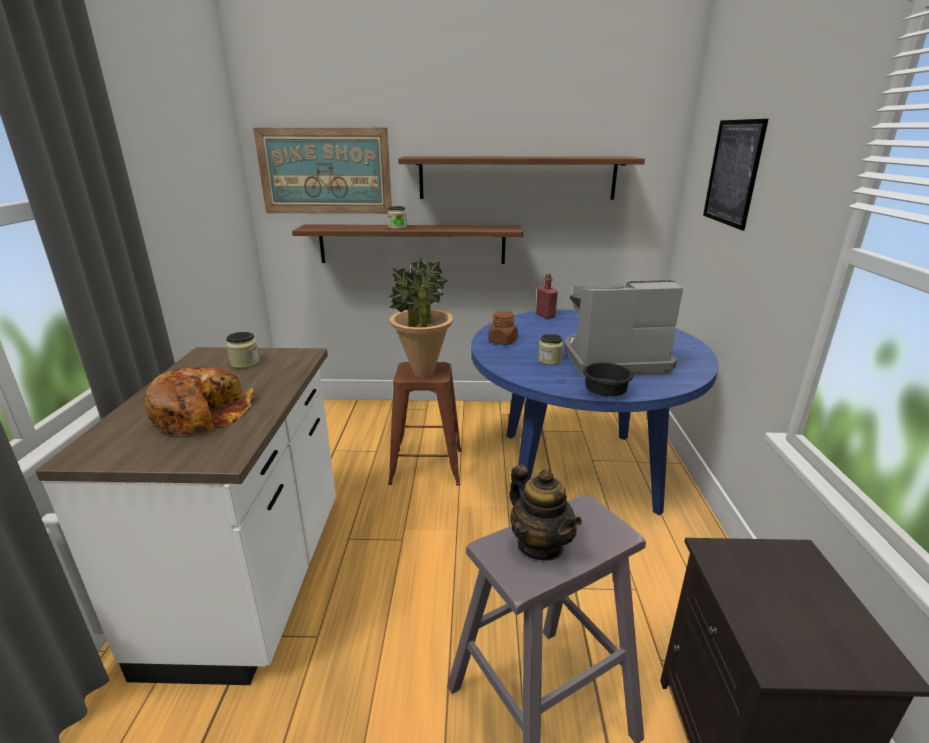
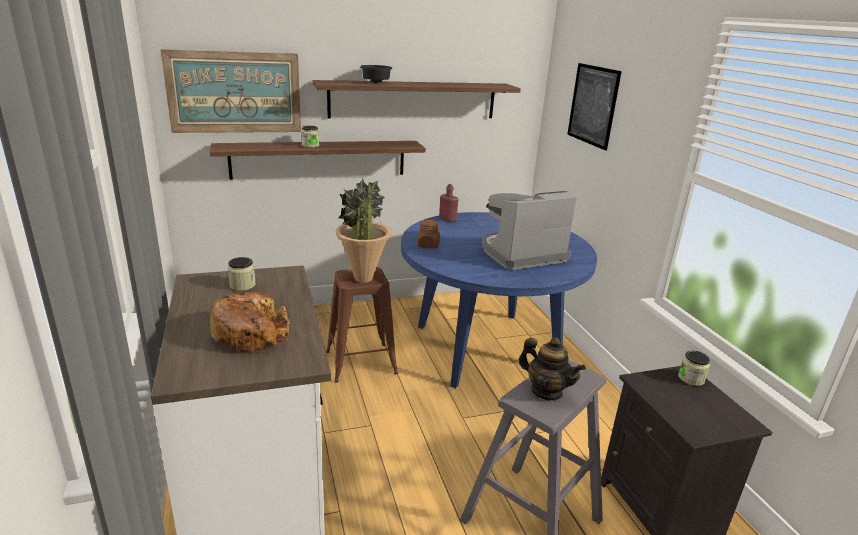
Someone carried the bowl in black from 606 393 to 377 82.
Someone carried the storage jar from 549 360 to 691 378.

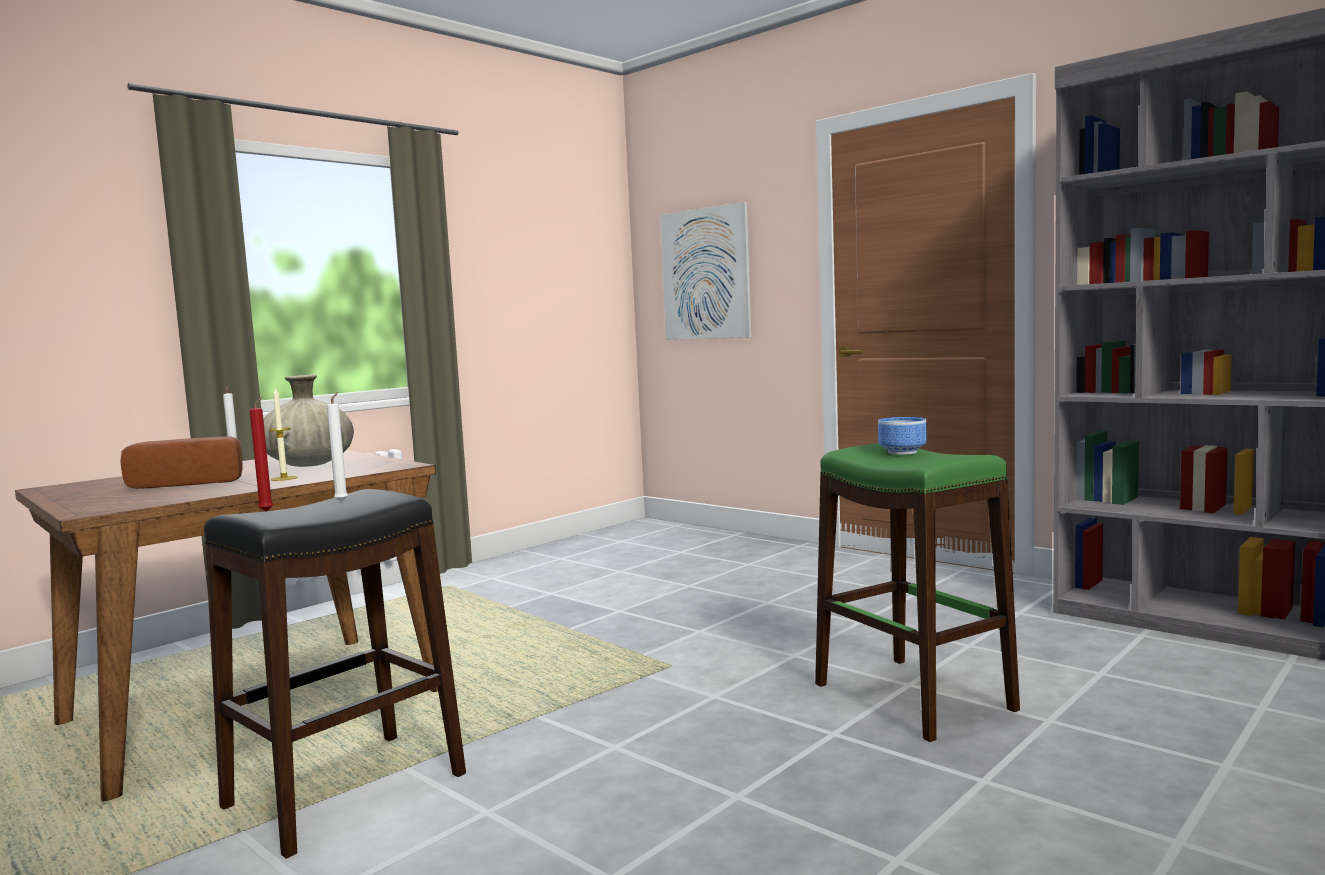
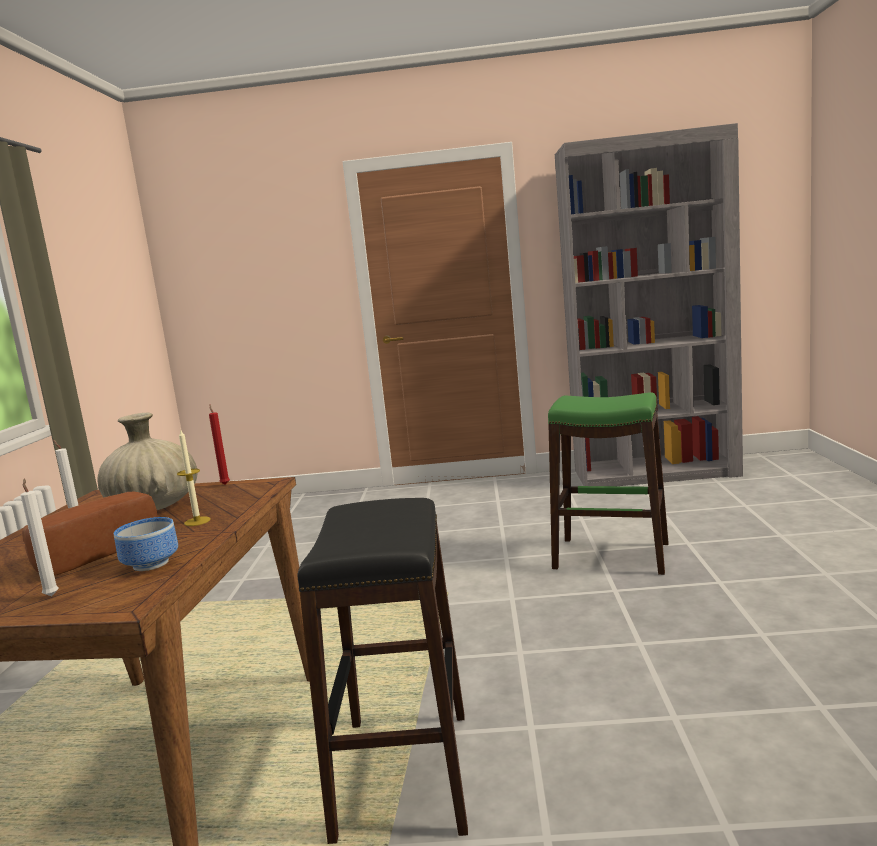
Someone carried the wax light in white-coloured from 342 501 to 51 595.
Someone carried the bowl from 904 452 to 153 563.
Someone carried the wax light in reddish from 268 511 to 225 484.
Someone took away the wall art at 705 274.

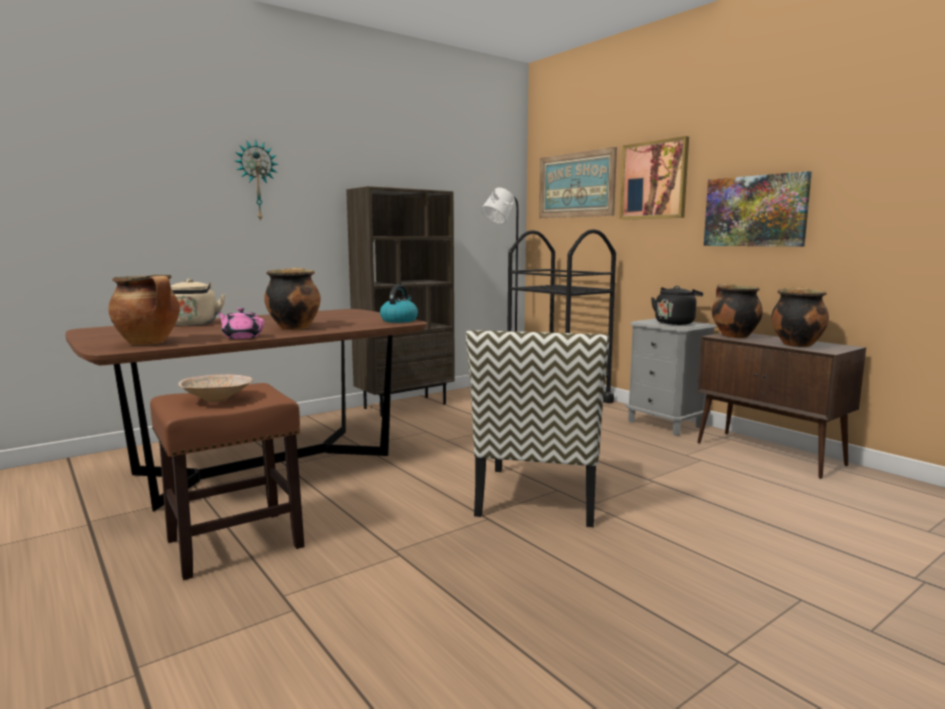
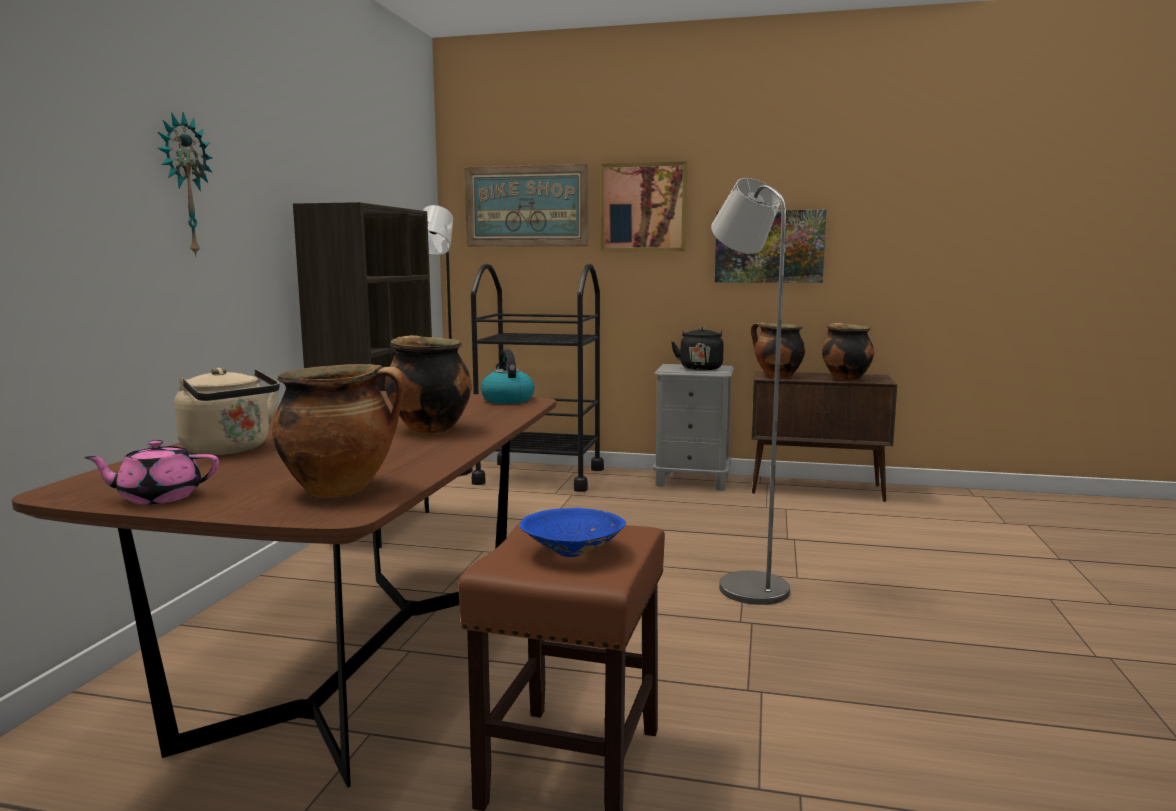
Someone carried the tea pot in pink from 242 337 to 158 497.
Someone repainted the bowl in sand-coloured at 218 400, which became the bowl in blue at 573 551.
Someone swapped the chair at 539 496 for the standard lamp in grey at 745 584.

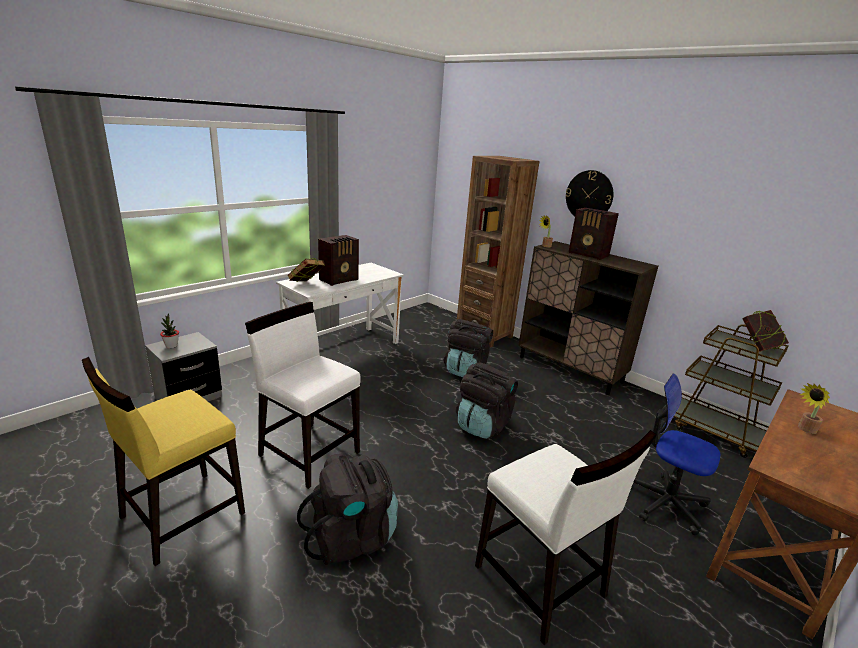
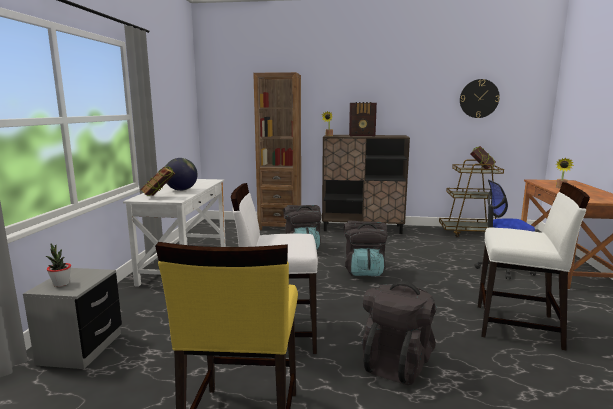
Someone swapped the radio receiver at 340 280 for the desk globe at 181 190.
Someone carried the wall clock from 589 195 to 479 98.

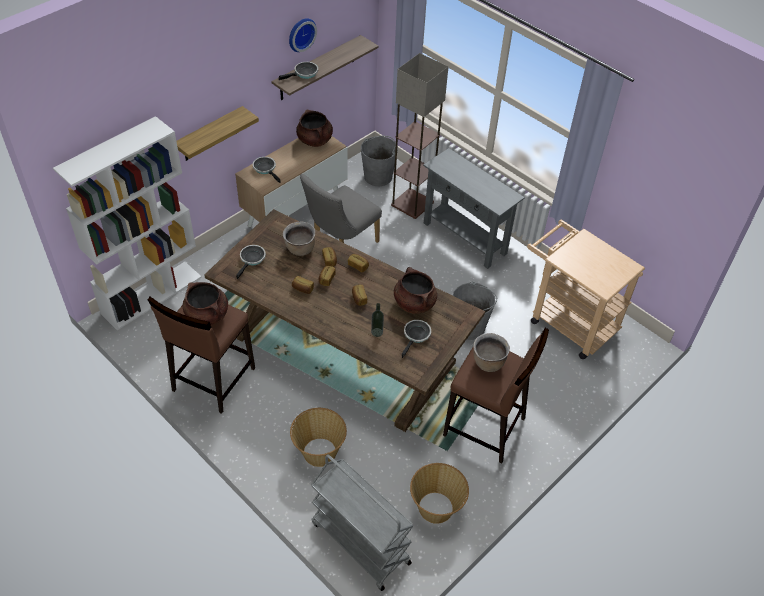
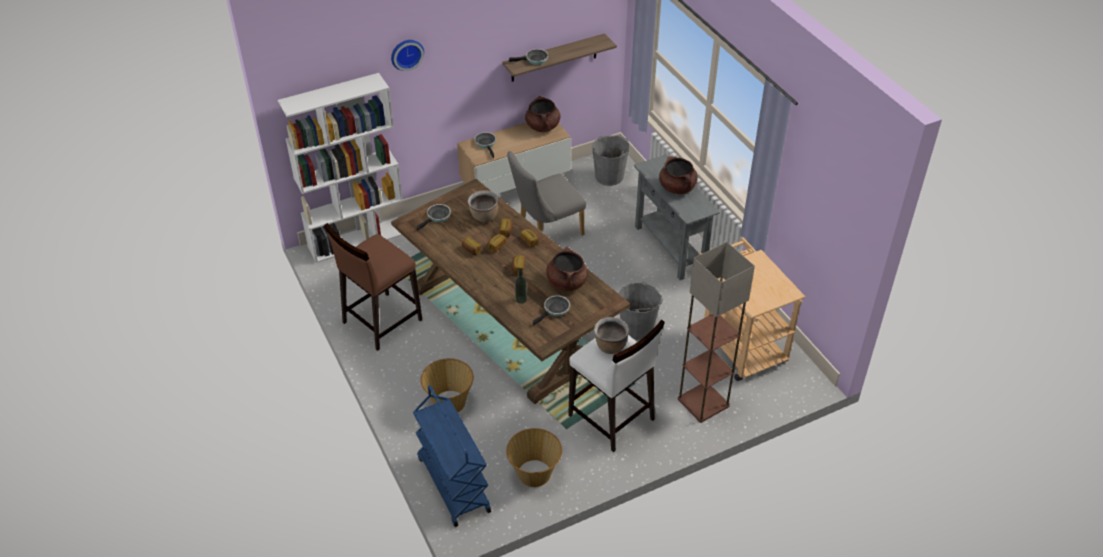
Someone carried the wall clock from 300 34 to 406 53.
Someone repainted the trolley in grey at 359 542, which became the trolley in blue at 453 484.
Someone repainted the sitting stool in brownish at 485 428, which became the sitting stool in white-coloured at 611 418.
Someone carried the stockpot in brownish from 207 315 to 677 188.
Someone carried the standard lamp from 412 204 to 703 403.
Someone took away the bracket shelf at 210 135.

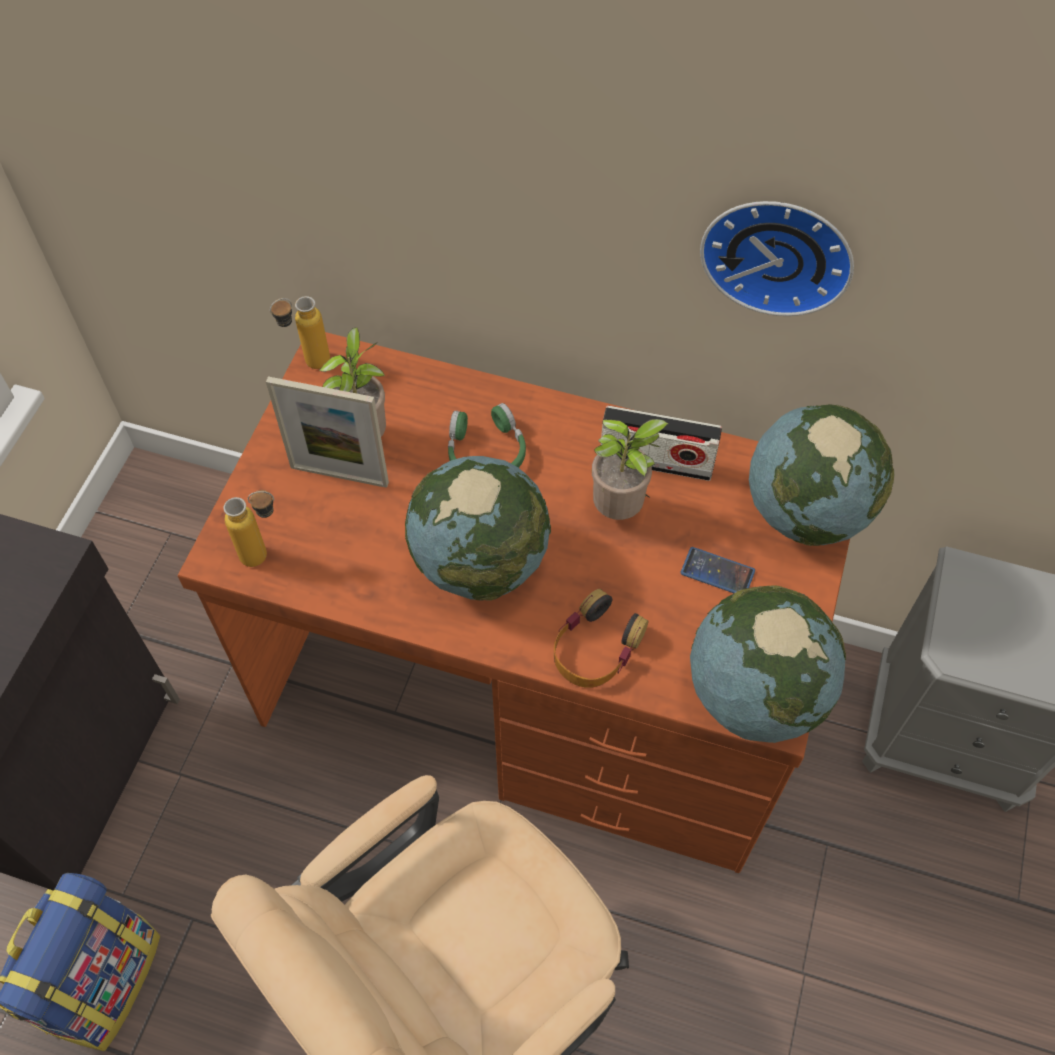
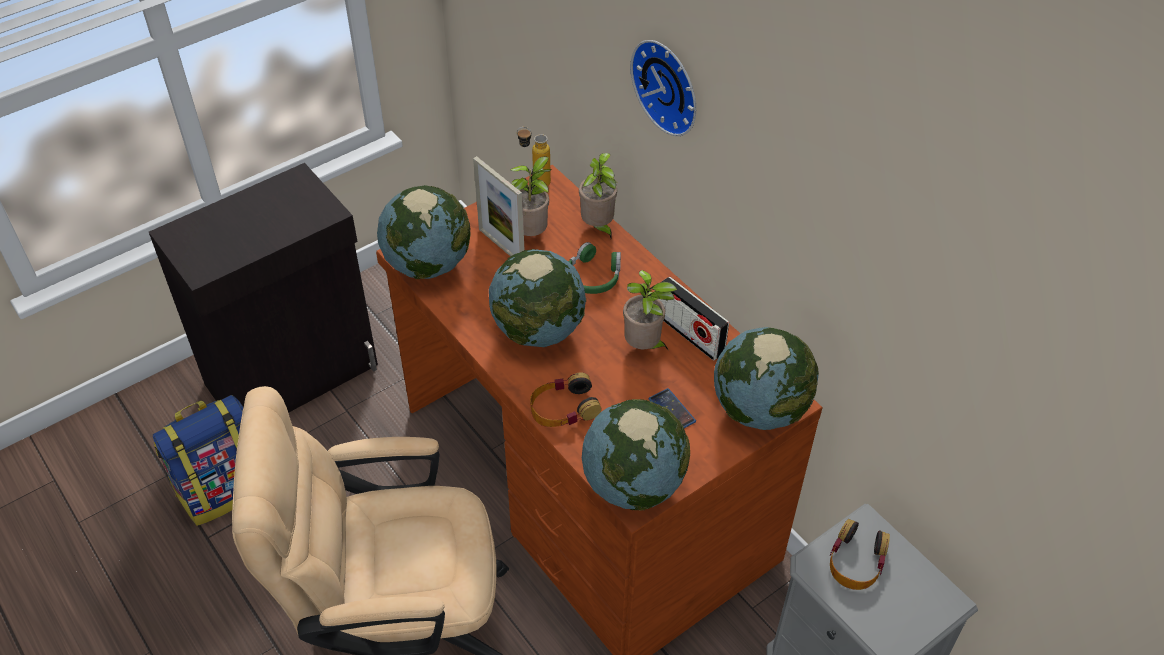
Someone swapped the beverage bottle at 265 554 for the desk globe at 428 264.
Someone put down the potted plant at 598 227.
Someone carried the wall clock from 778 251 to 669 85.
Someone put down the headset at 856 561.

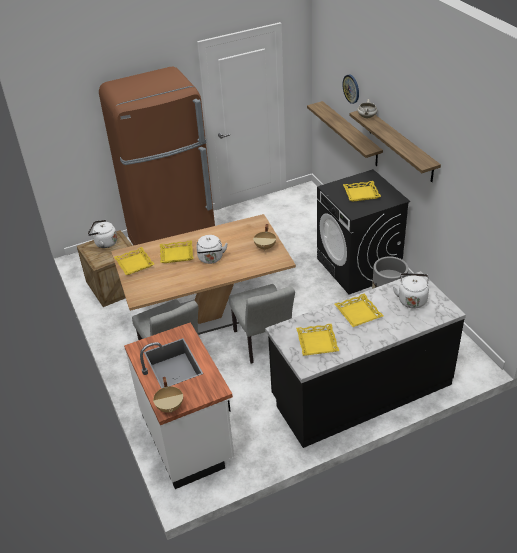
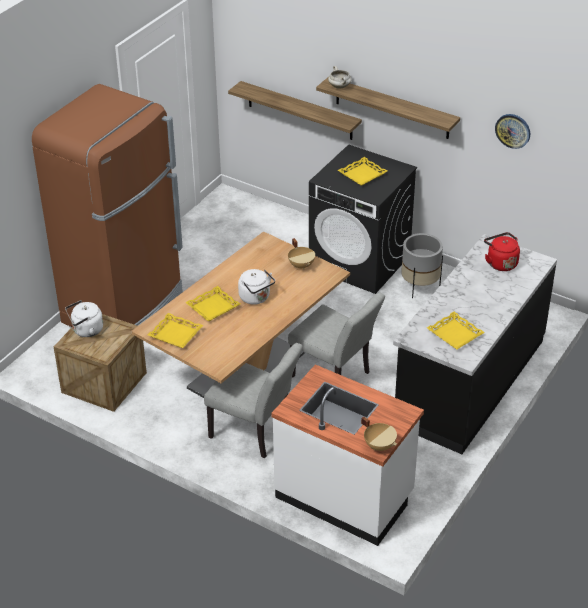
Someone repainted the kettle in white-coloured at 412 299, which became the kettle in reddish at 500 263.
Someone carried the wall clock from 351 88 to 513 130.
Someone took away the serving tray in yellow-coloured at 358 313.

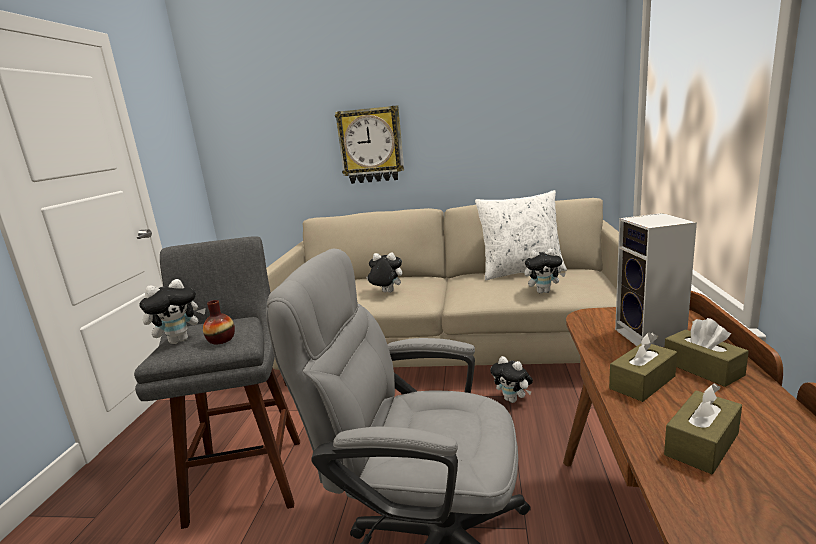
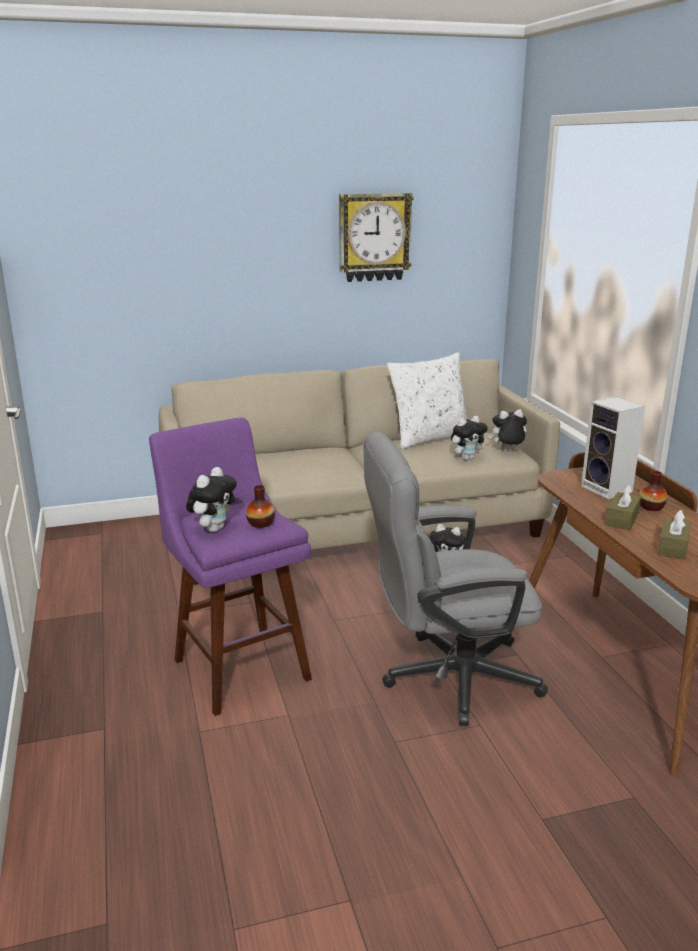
Someone repainted the sitting stool in grey at 248 475, which became the sitting stool in purplish at 238 665.
Someone carried the wall clock from 371 145 to 374 237.
Someone carried the cuddly toy from 386 293 to 507 451.
Someone swapped the box of tissues in brownish at 702 368 for the decorative vase at 651 507.

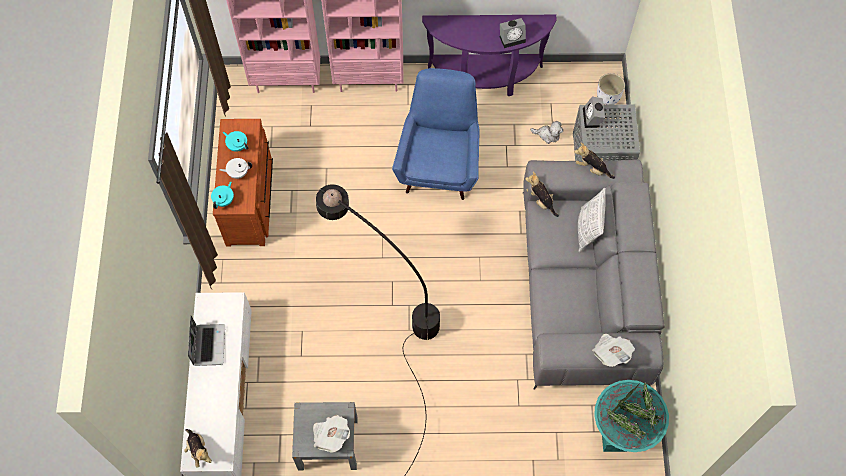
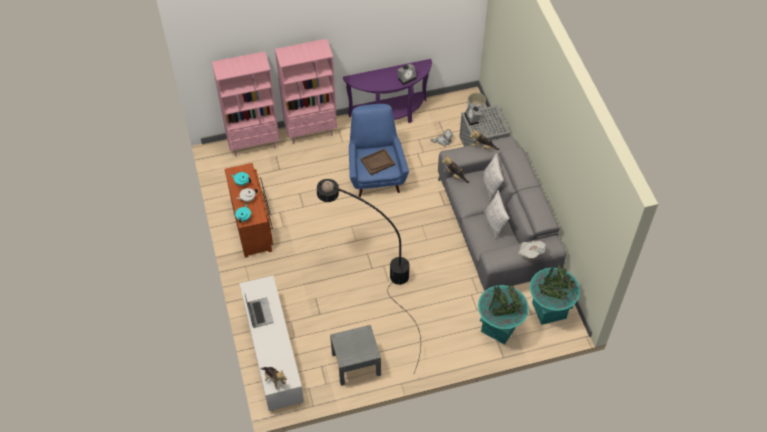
Someone put down the serving tray in brownish at 377 162.
Someone put down the plant pot in turquoise-coloured at 499 328.
Someone put down the throw pillow at 494 224.
Someone took away the newspaper at 331 435.

